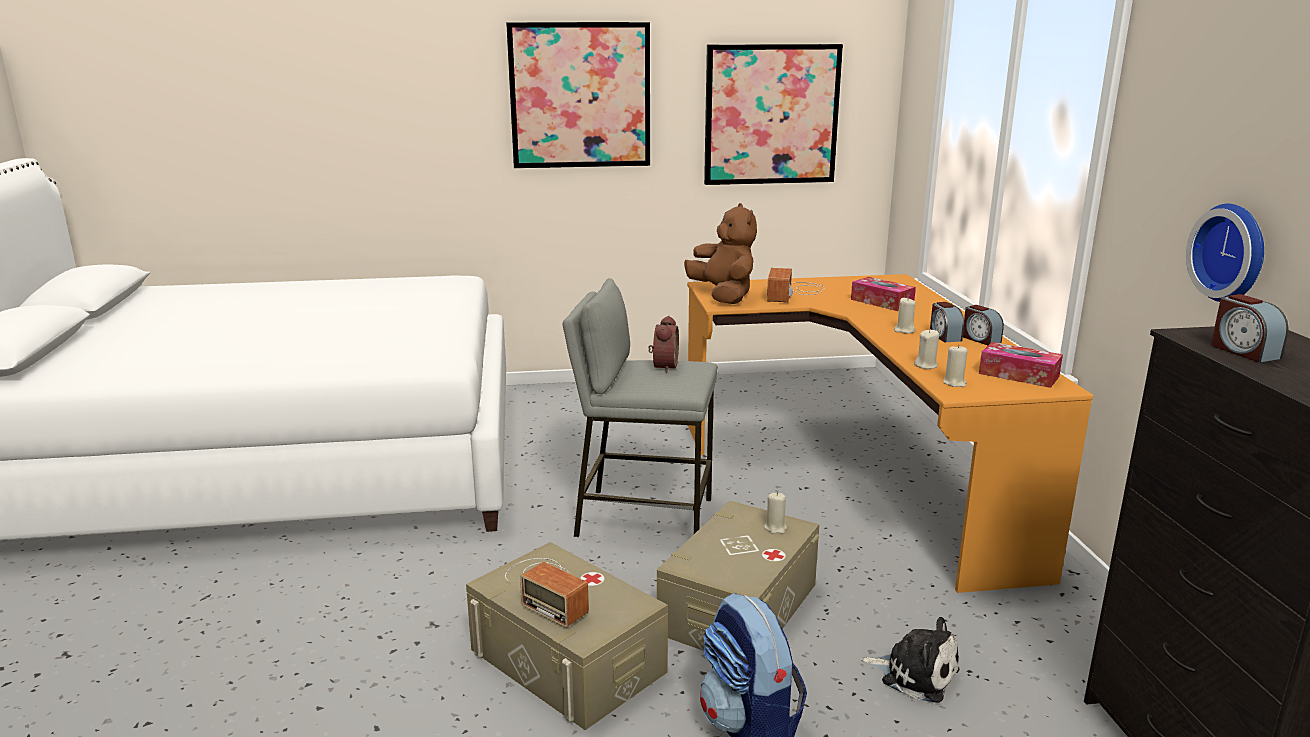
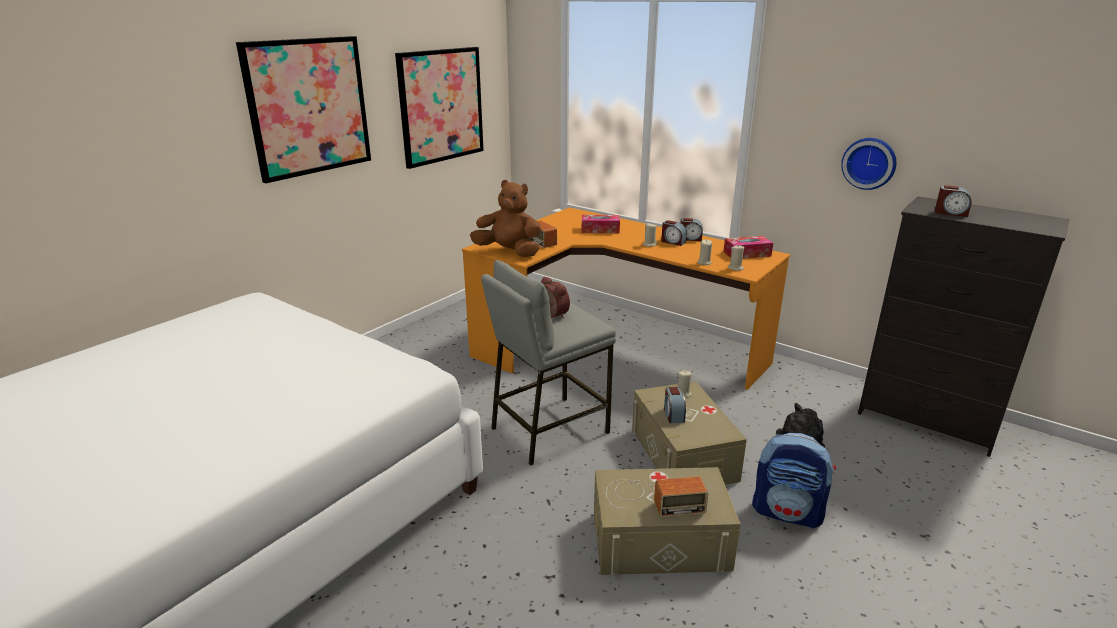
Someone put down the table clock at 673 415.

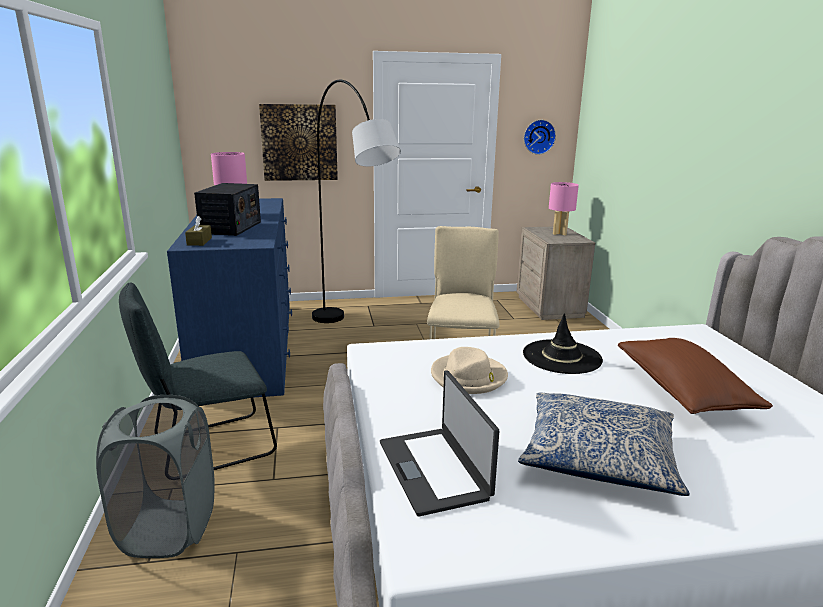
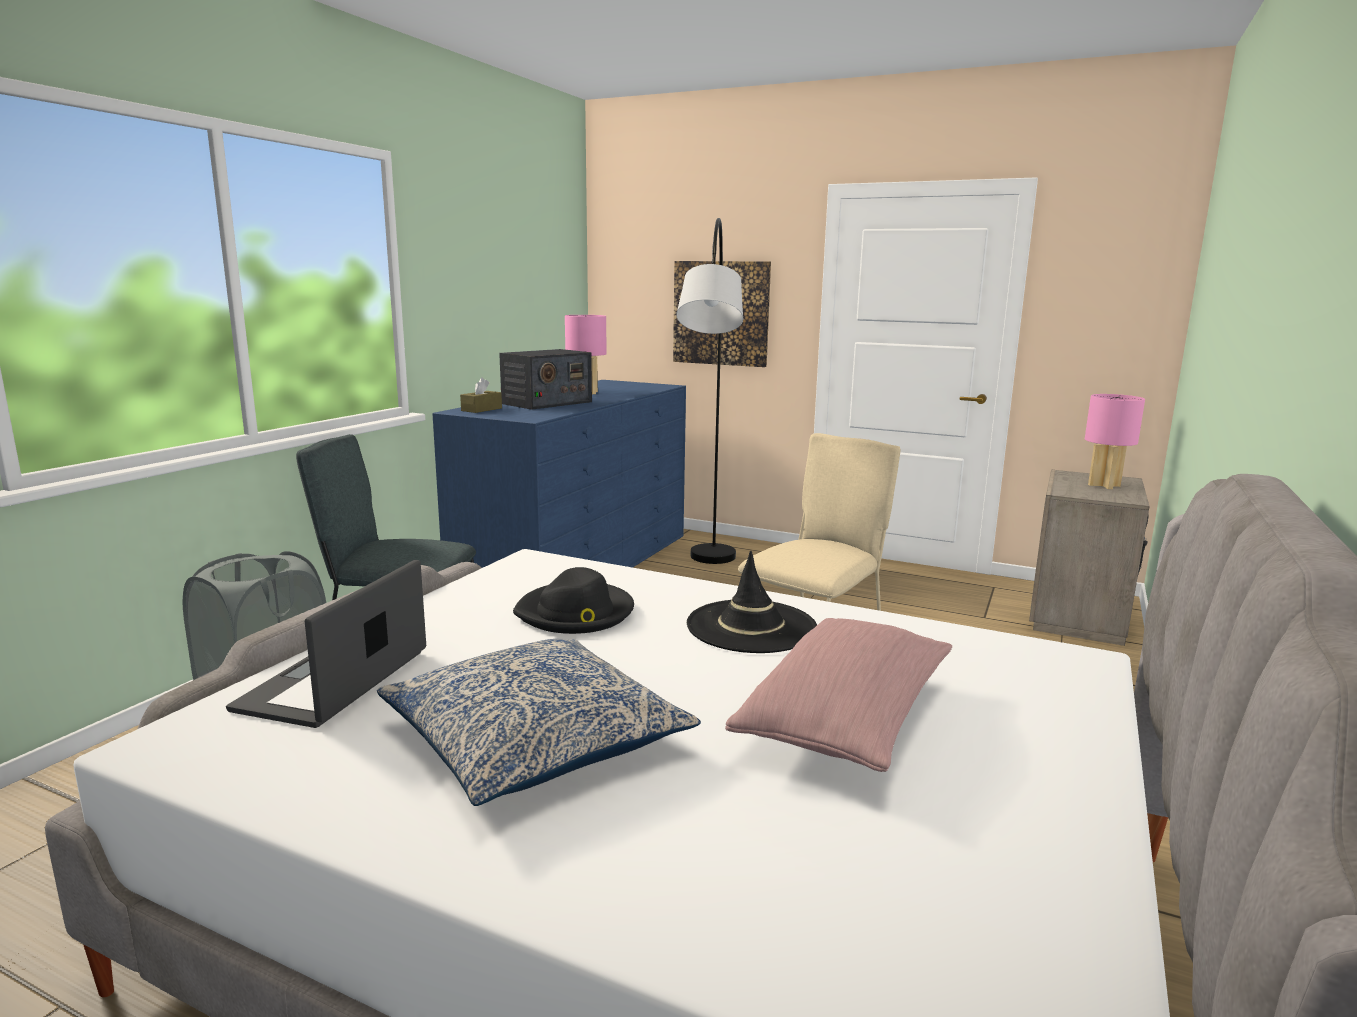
Someone repainted the hat in sand-coloured at 469 377, which became the hat in black at 576 613.
Someone repainted the throw pillow in brownish at 683 392, which became the throw pillow in pink at 846 720.
Someone took away the wall clock at 538 136.

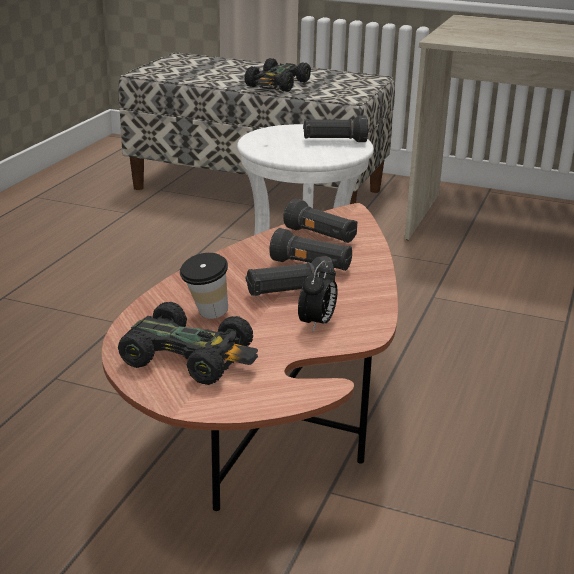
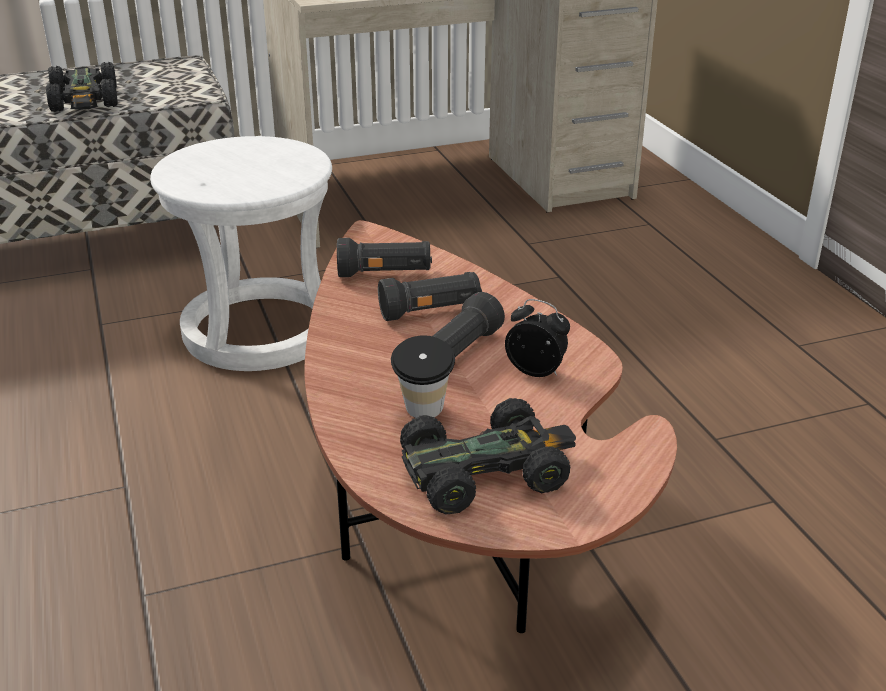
Someone rotated the table clock at 317 323 by 45 degrees counterclockwise.
Someone took away the torch in black at 334 141.

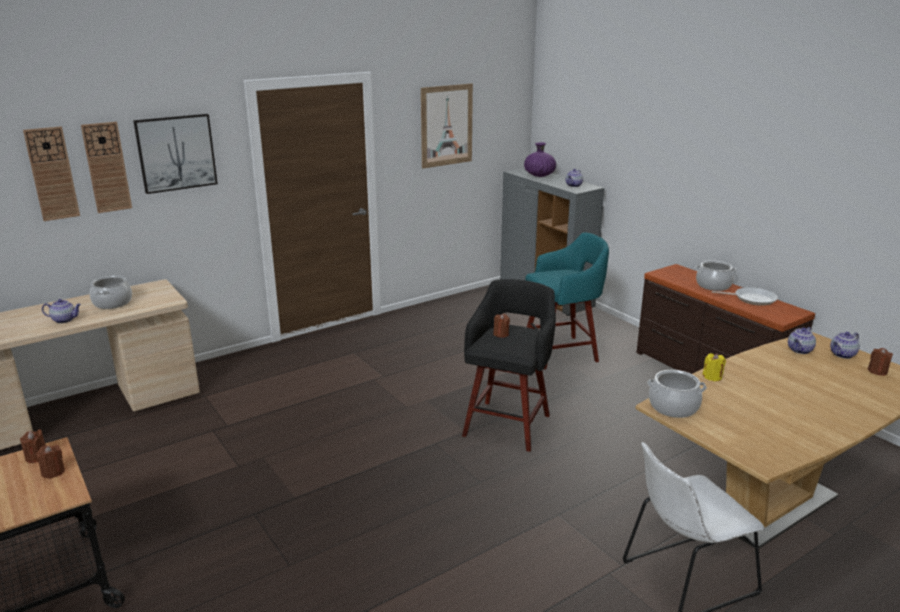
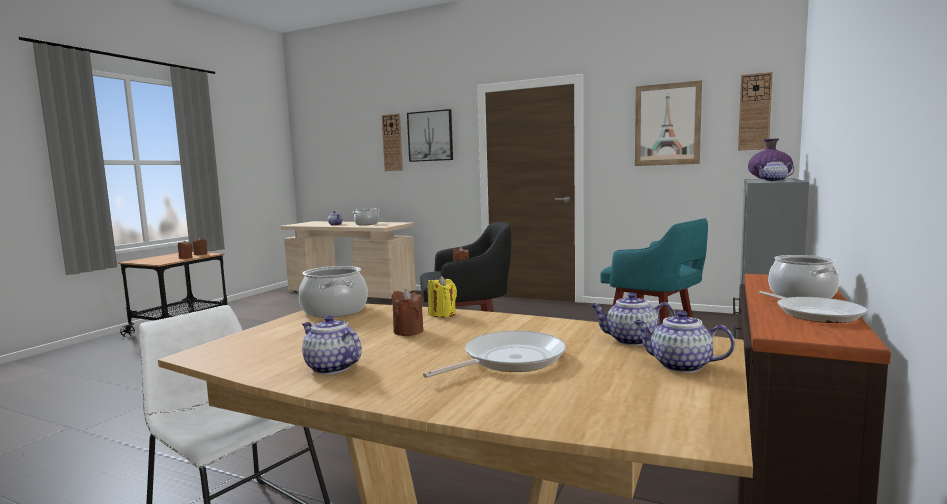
Someone put down the tea pot at 331 367.
Someone carried the wax light in brownish from 877 371 to 408 331.
Someone put down the frying pan at 509 360.
Someone carried the wall clock from 52 174 to 754 112.

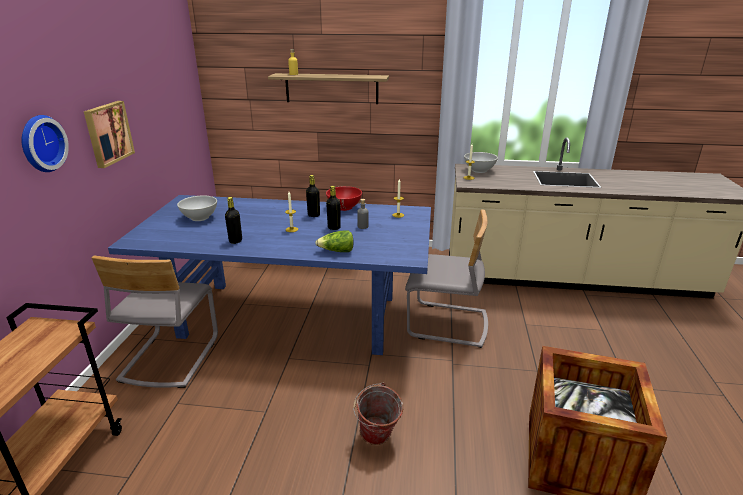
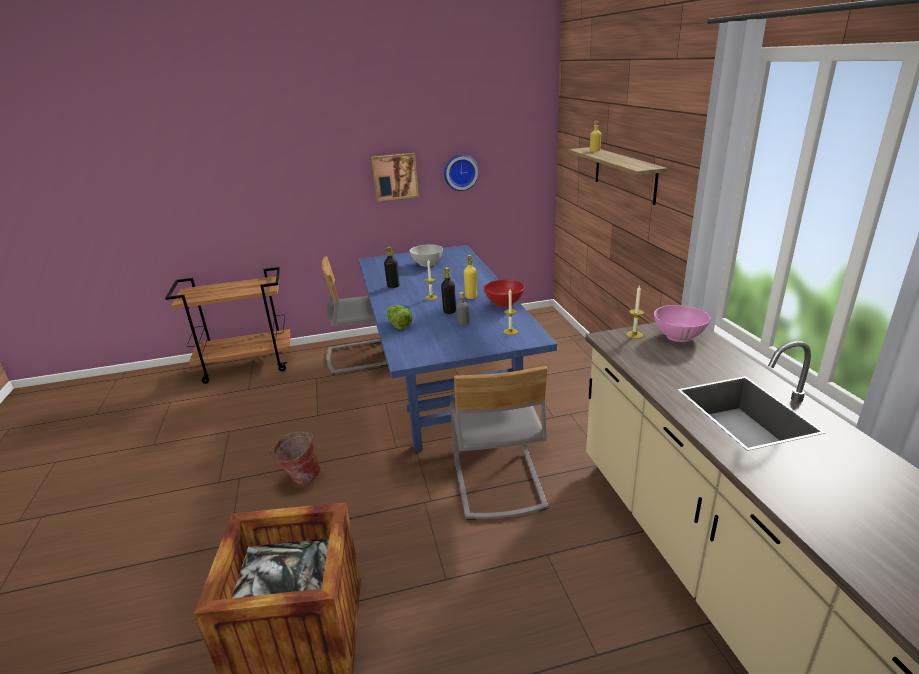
Someone carried the wall clock from 40 143 to 460 172.
Someone repainted the beverage bottle in black at 314 215, which became the beverage bottle in yellow-coloured at 471 297.
Someone repainted the bowl in white-coloured at 479 170, which became the bowl in pink at 678 336.

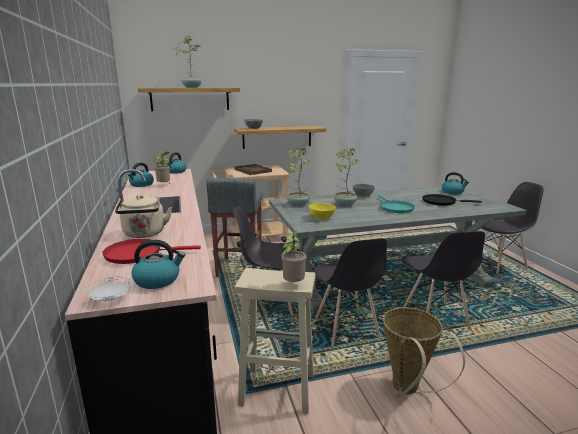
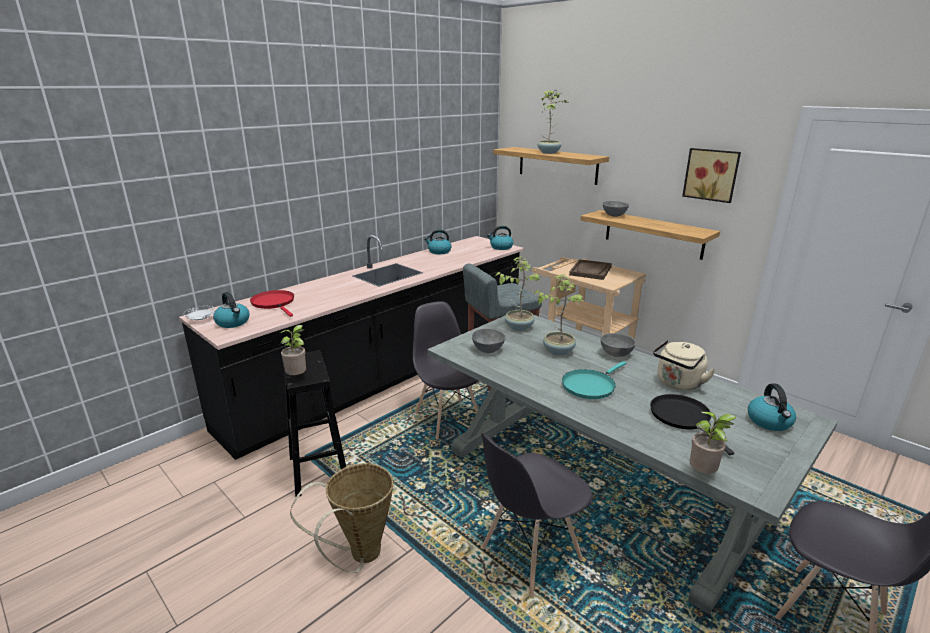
Someone repainted the sitting stool in sand-coloured at 276 389, which became the sitting stool in black at 318 469.
Someone repainted the bowl in yellow-coloured at 321 217, which became the bowl in grey at 488 349.
Someone carried the kettle in sand-coloured from 144 234 to 678 384.
Someone put up the wall art at 711 174.
Someone carried the potted plant from 164 185 to 703 474.
Someone took away the chair in grey at 346 328.

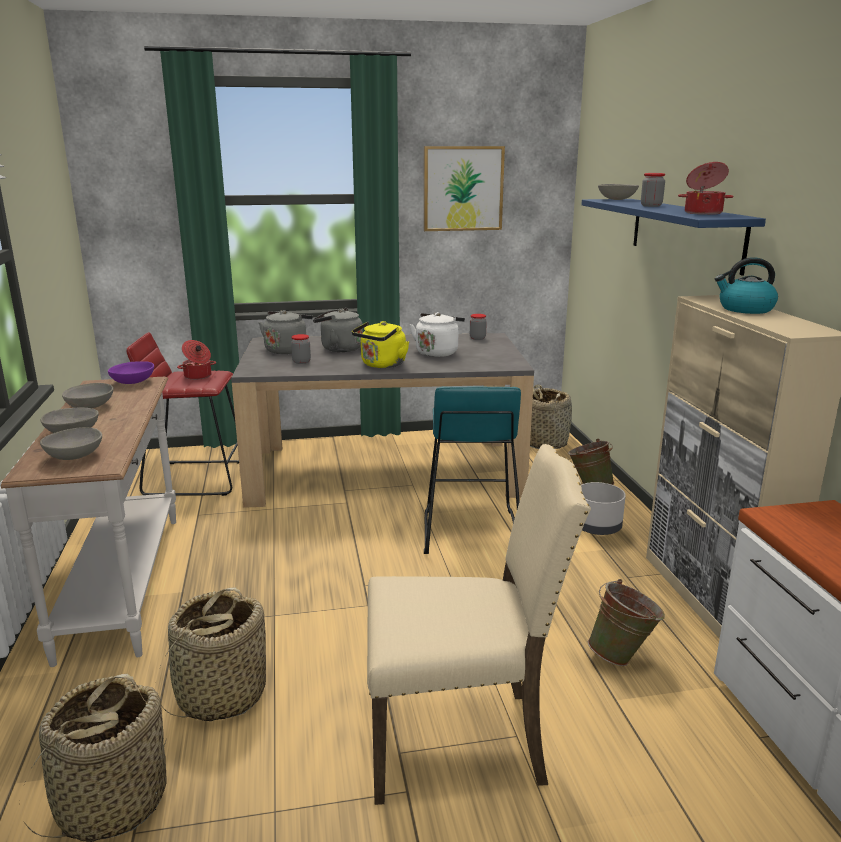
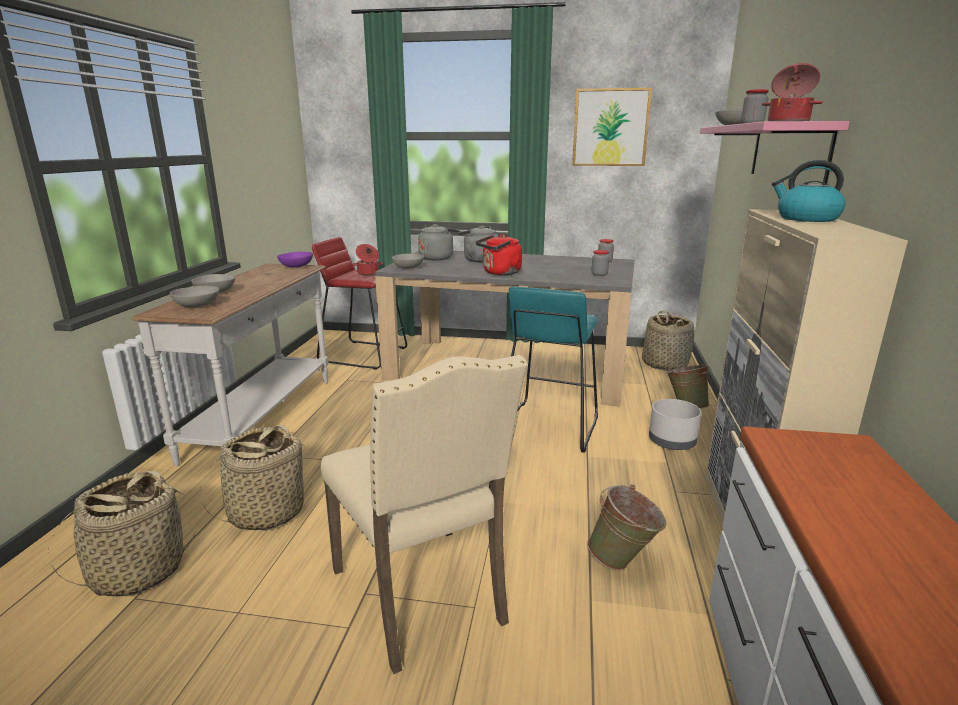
Someone rotated the chair in sand-coloured at 460 739 by 45 degrees clockwise.
Someone carried the bowl in grey from 91 407 to 408 268.
Someone repainted the kettle in yellow-coloured at 381 365, which became the kettle in reddish at 500 273.
Someone carried the storage jar from 301 362 to 599 274.
Someone repainted the bracket shelf in blue at 685 233, which became the bracket shelf in pink at 787 152.
Someone took away the kettle in white-coloured at 437 352.

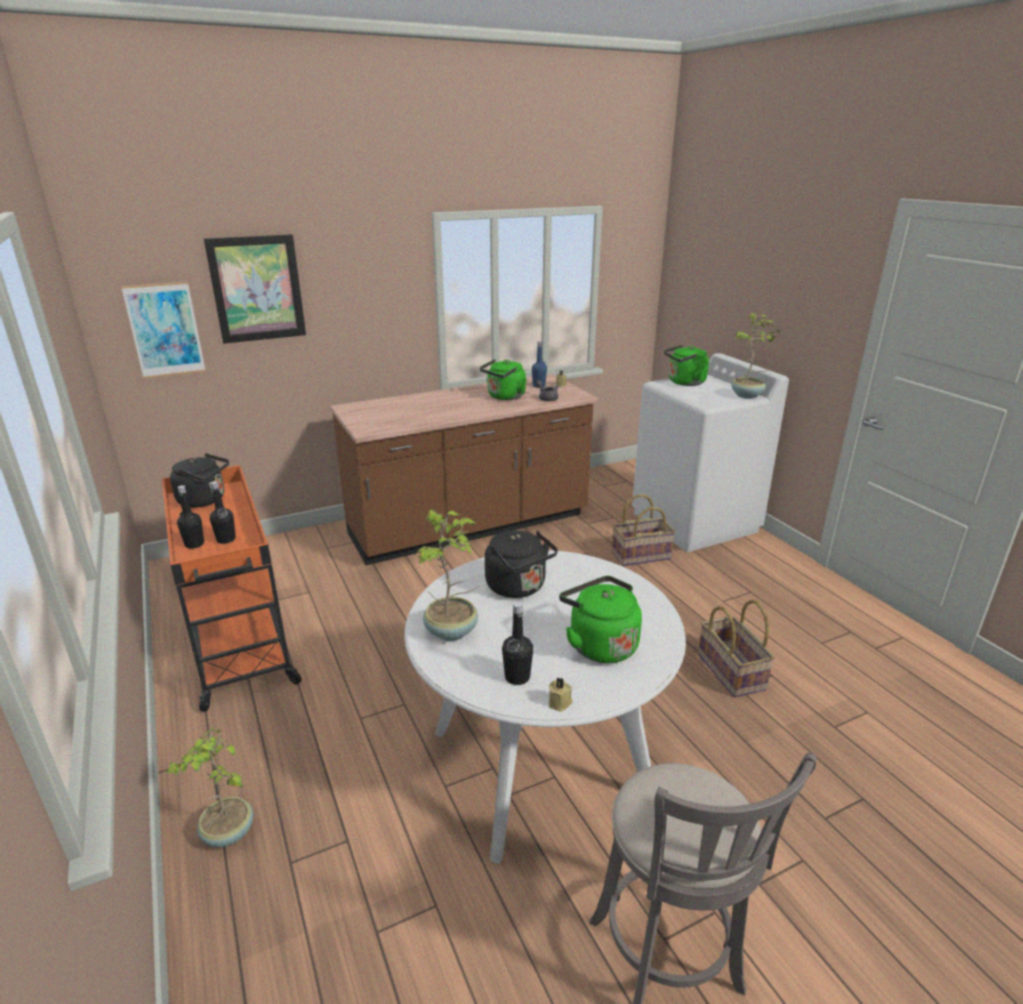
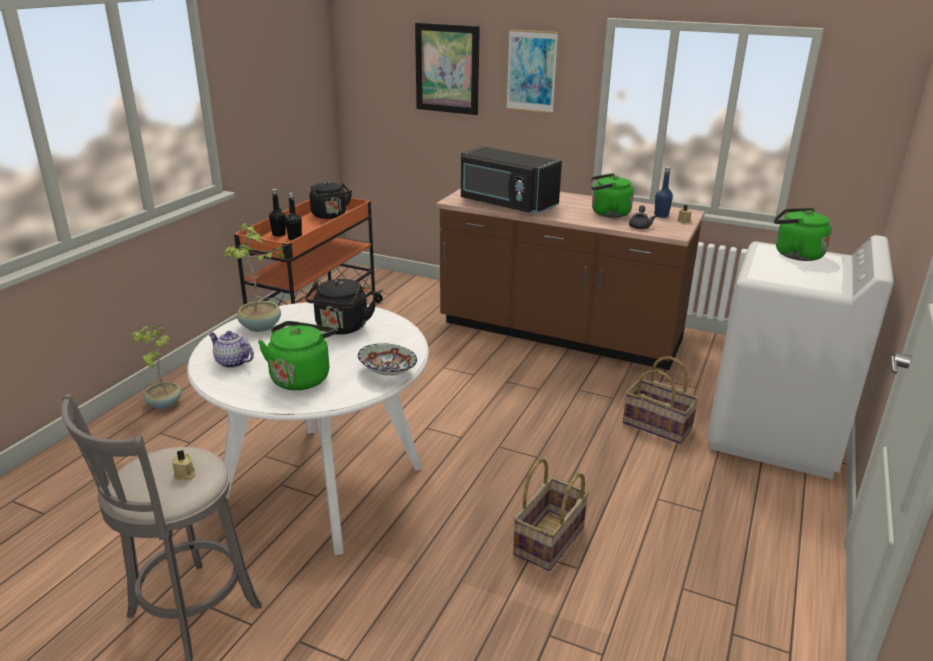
Someone carried the wax light in sand-coloured from 560 703 to 185 475.
Someone swapped the beverage bottle in black at 517 677 for the tea pot at 232 362.
Someone put down the bowl at 387 372.
Someone put down the microwave oven in black at 506 204.
Someone carried the wall art from 165 330 to 531 71.
Someone took away the potted plant at 747 396.

